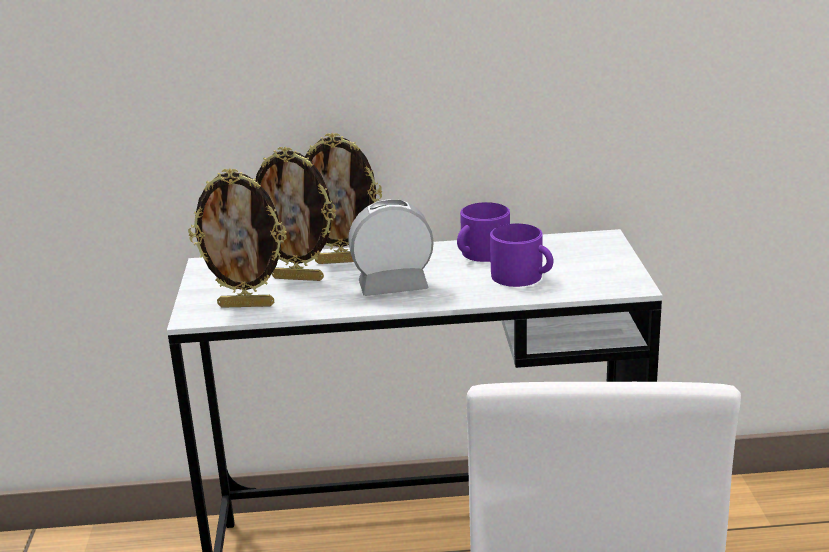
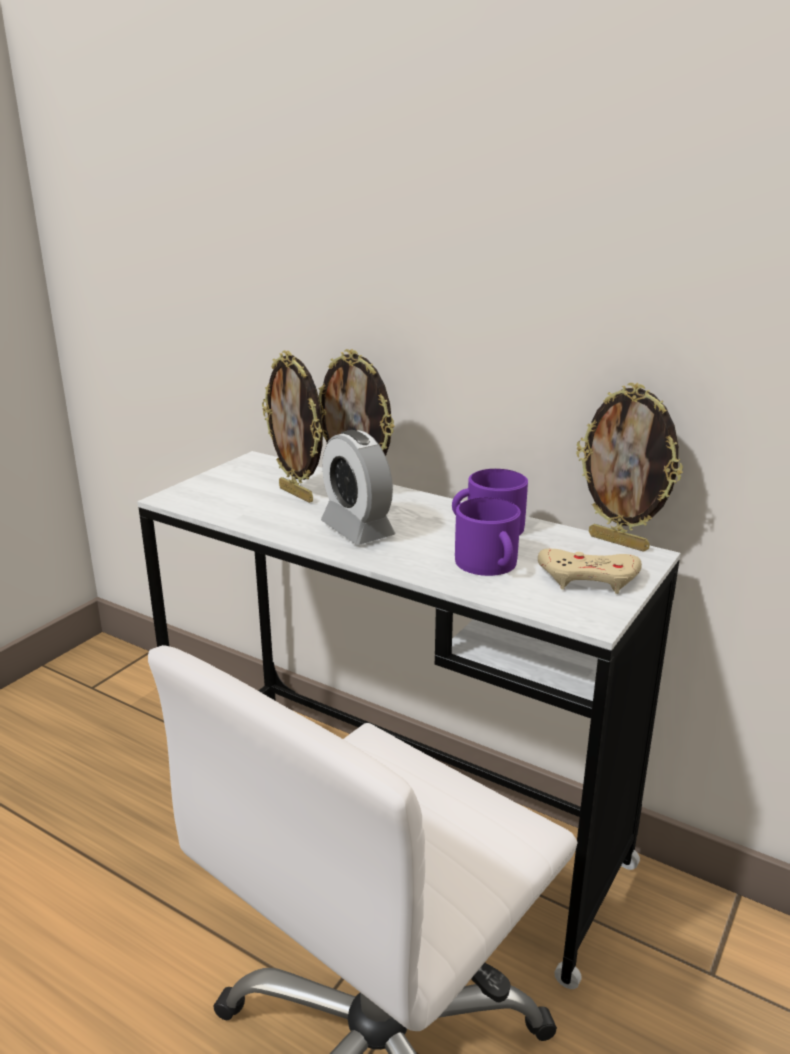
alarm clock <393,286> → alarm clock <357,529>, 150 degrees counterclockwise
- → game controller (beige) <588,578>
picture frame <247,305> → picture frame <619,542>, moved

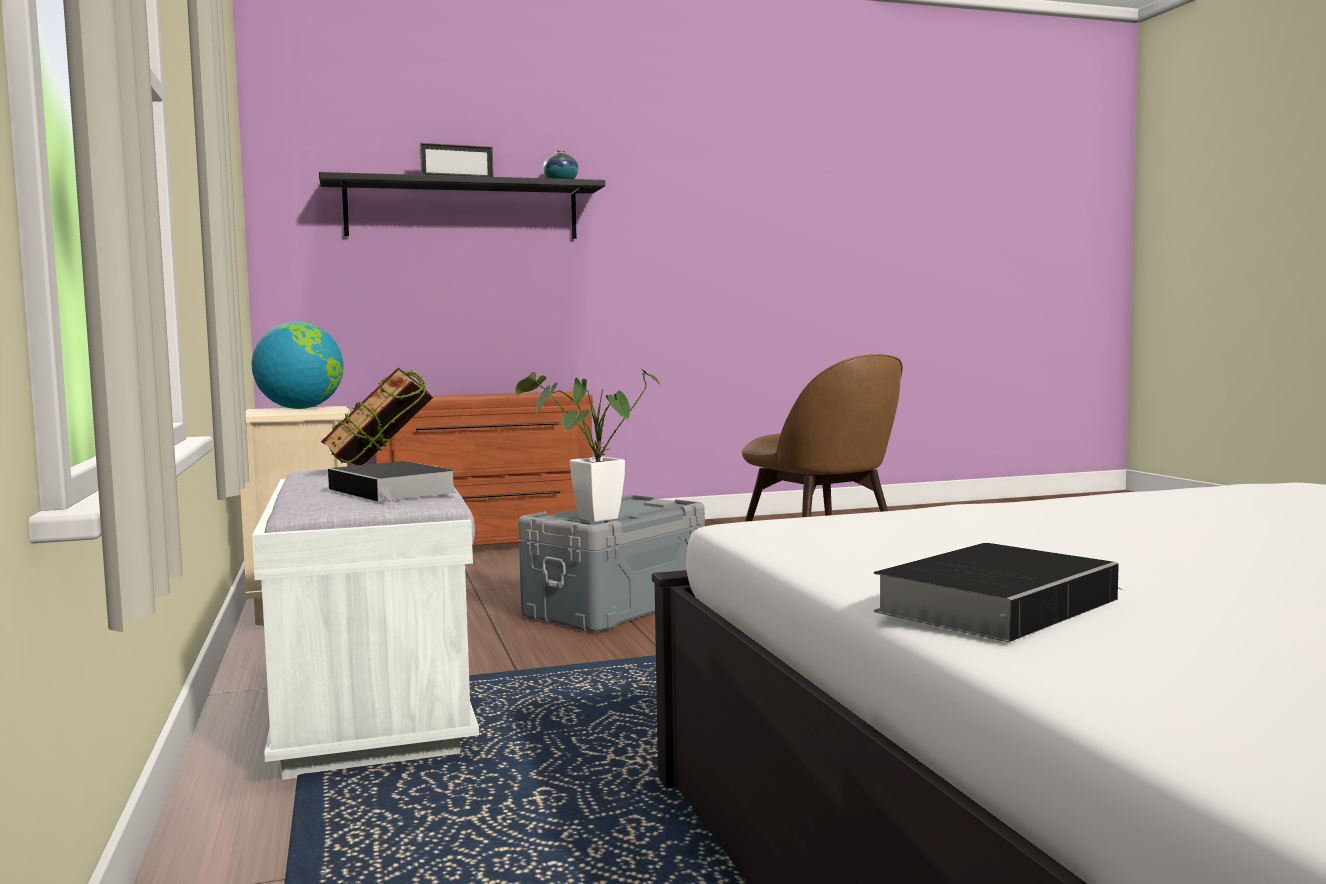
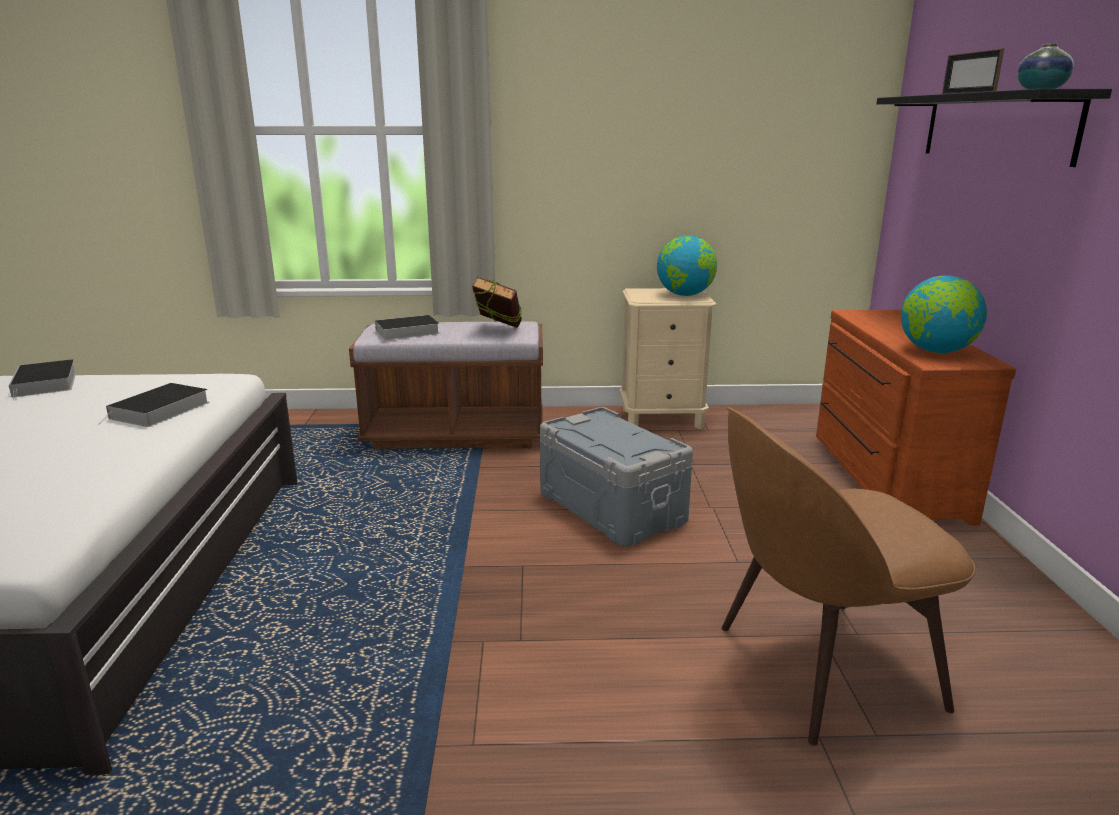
- → book <159,411>
bench (white) <371,706> → bench (brown) <456,435>
- → globe <935,351>
potted plant <590,520> → -

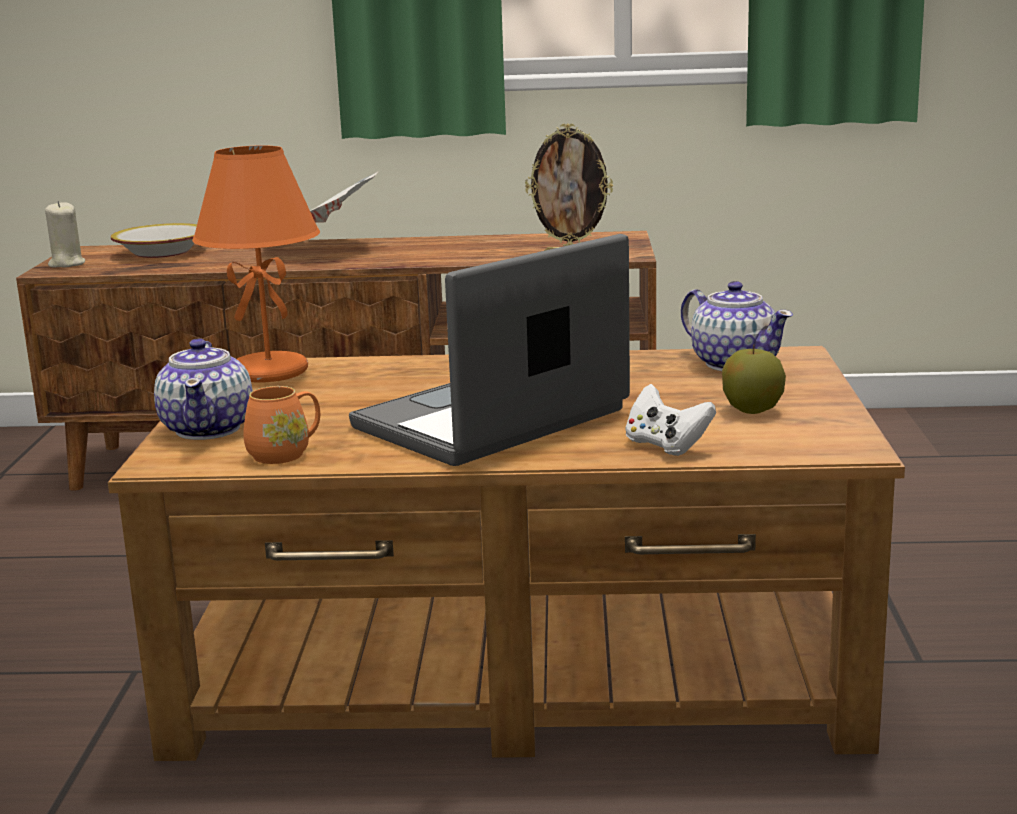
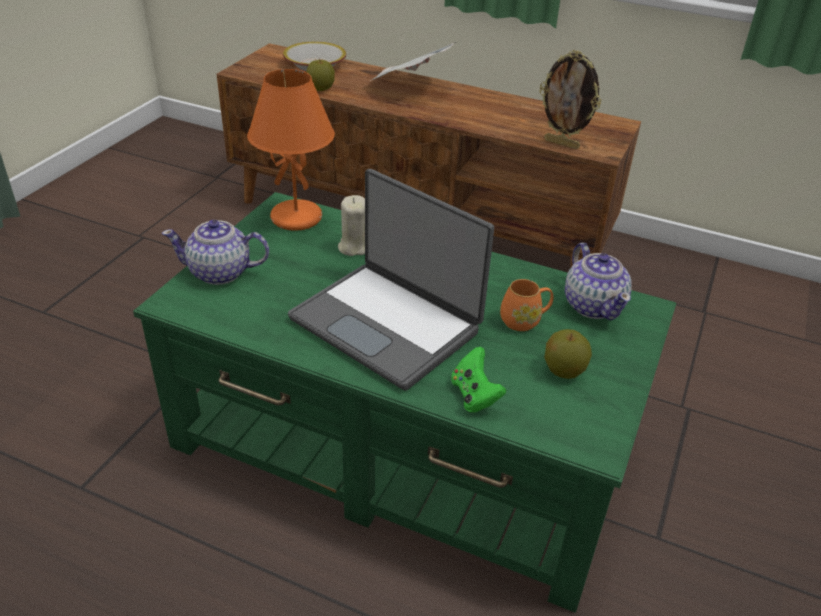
coffee table (brown) <520,663> → coffee table (green) <406,443>
teapot <209,429> → teapot <220,273>, 75 degrees clockwise
laptop <493,421> → laptop <387,323>, 120 degrees counterclockwise
- → apple <321,89>
candle (beige) <66,264> → candle (beige) <353,247>, moved
game controller (white) <666,446> → game controller (green) <474,395>
mug (orange) <286,453> → mug (orange) <524,320>, moved

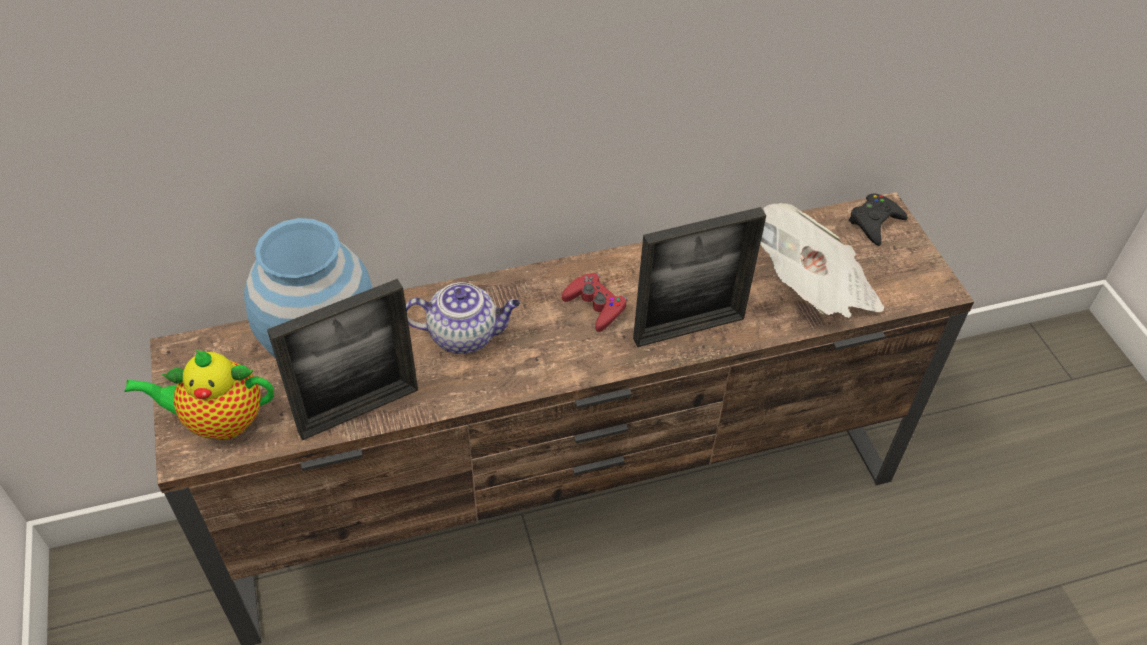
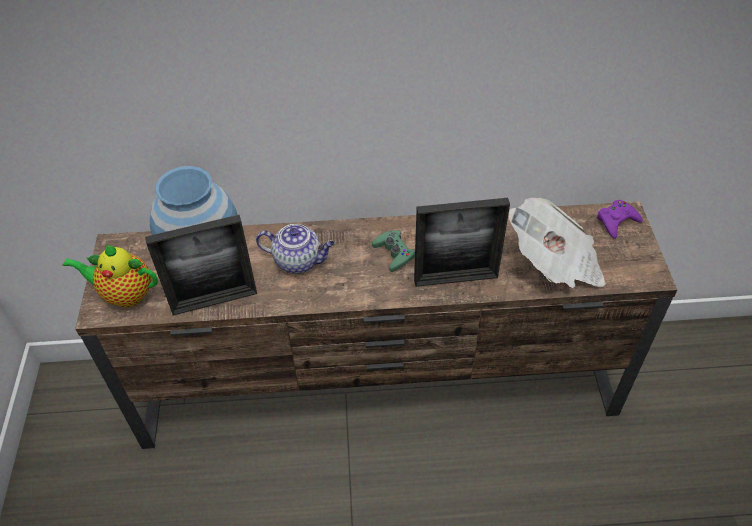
game controller (red) <595,305> → game controller (green) <394,253>
game controller (black) <875,222> → game controller (purple) <616,221>

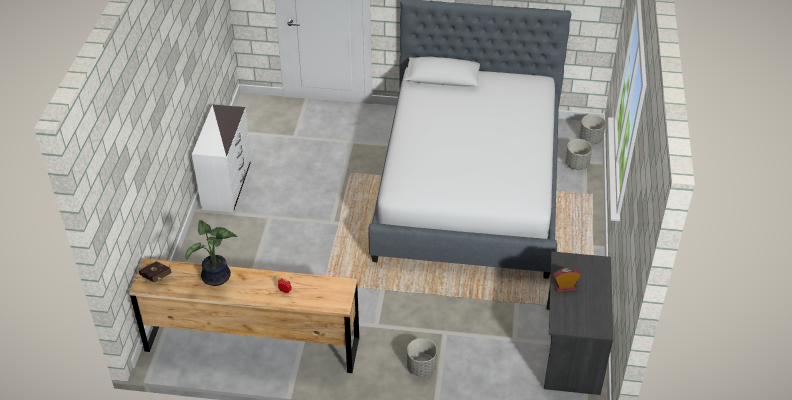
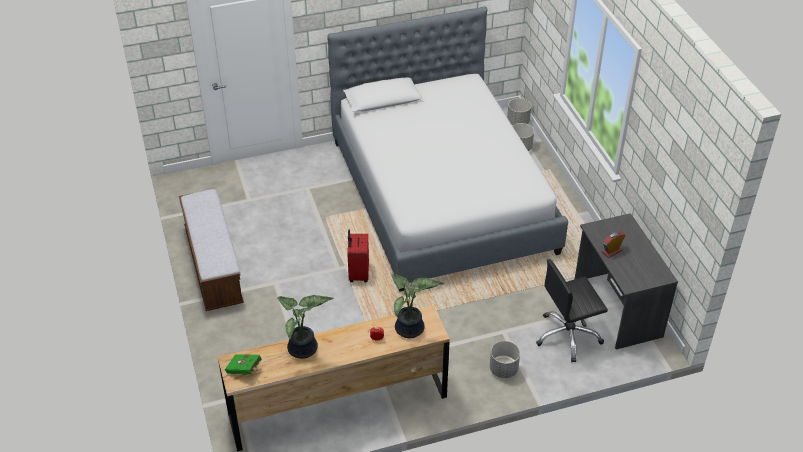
dresser (white) <228,185> → bench <213,266>
book (red) <157,278> → book (green) <245,370>
- → suitcase (red) <358,274>
- → potted plant <410,330>
- → office chair (black) <568,336>

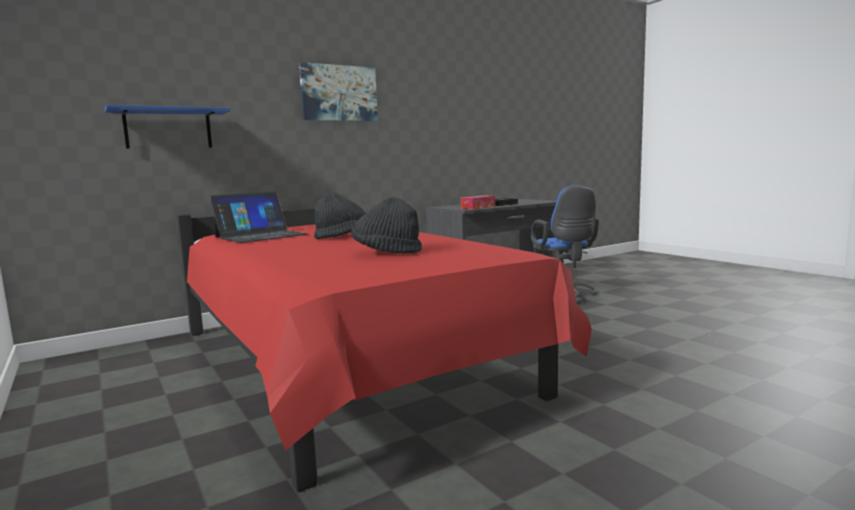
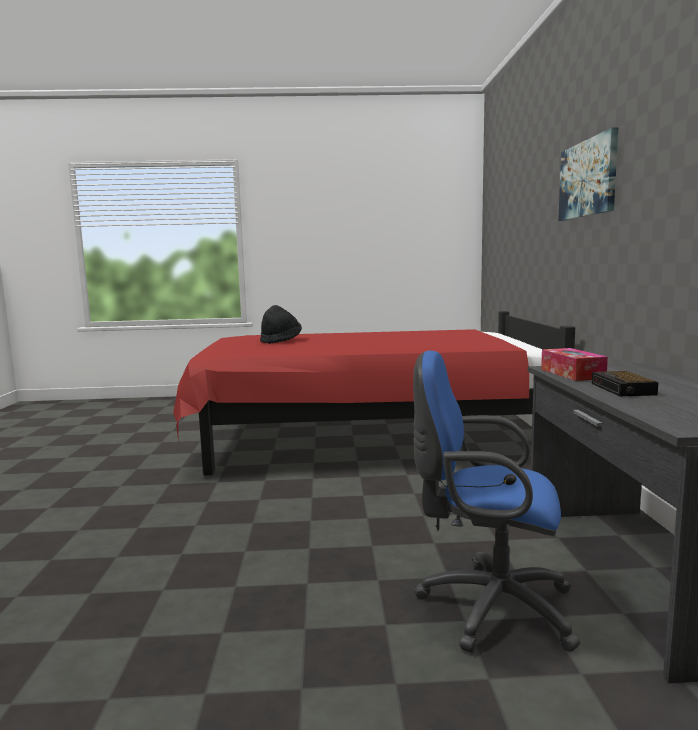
shelf (blue) <168,129> → -
laptop <261,236> → -
hat (black) <342,236> → -

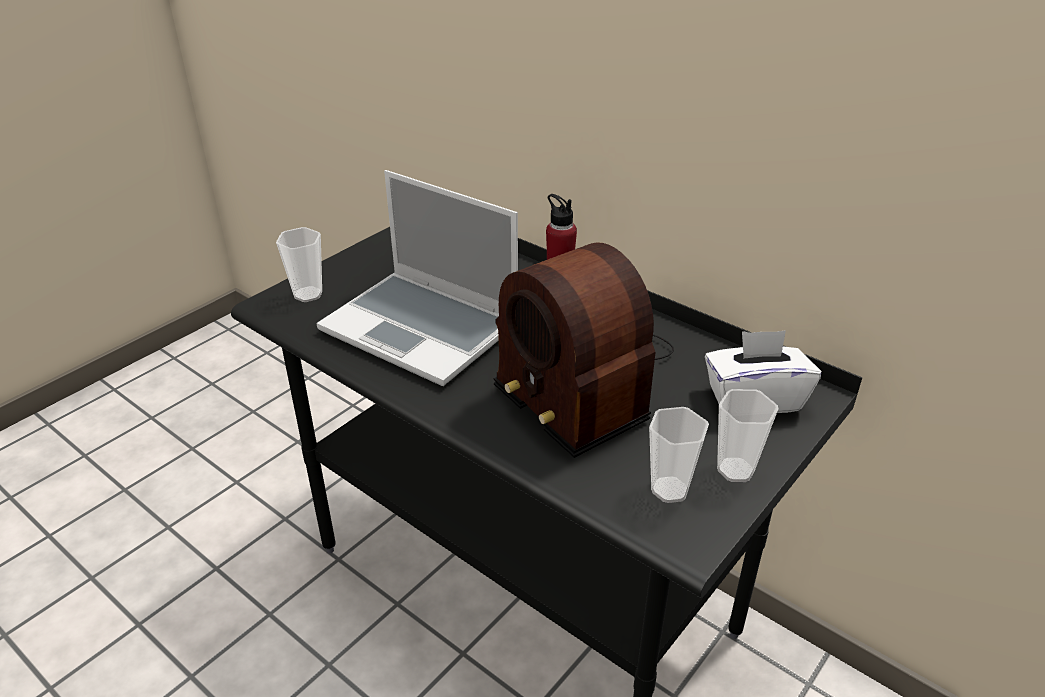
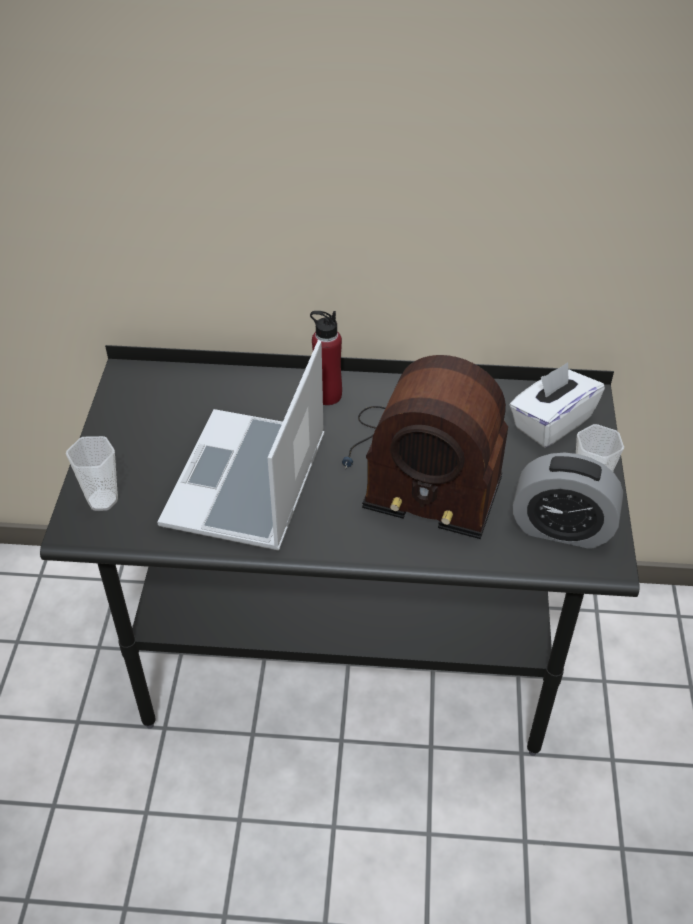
laptop <423,329> → laptop <248,484>, 105 degrees clockwise
cup <669,490> → alarm clock <561,528>

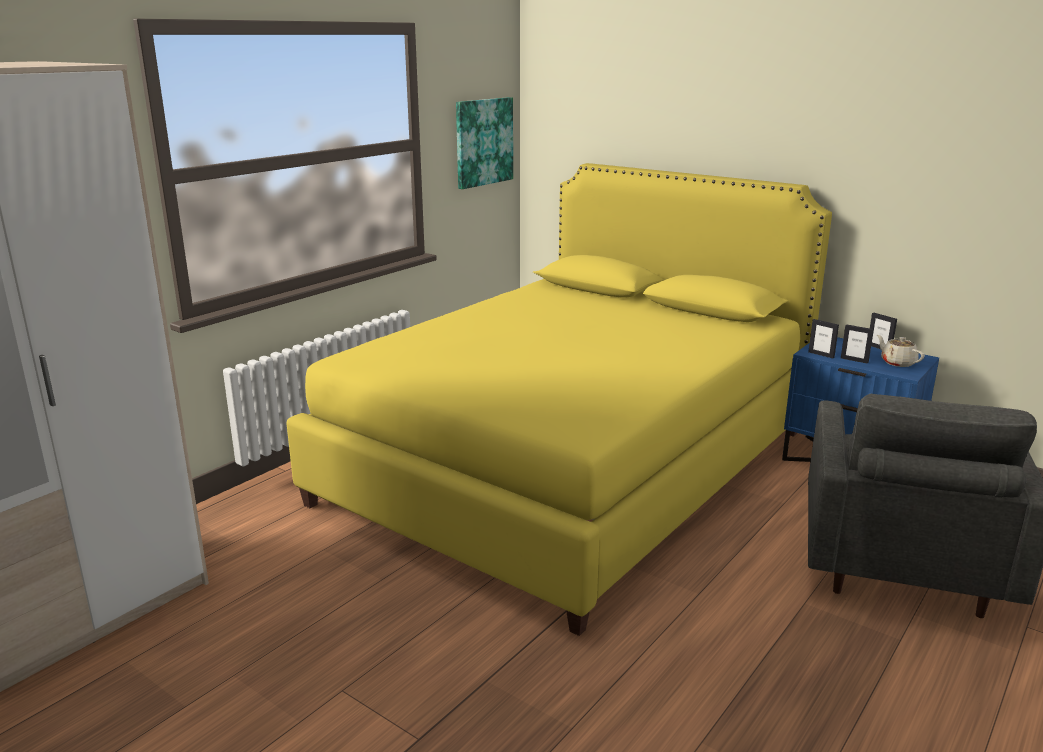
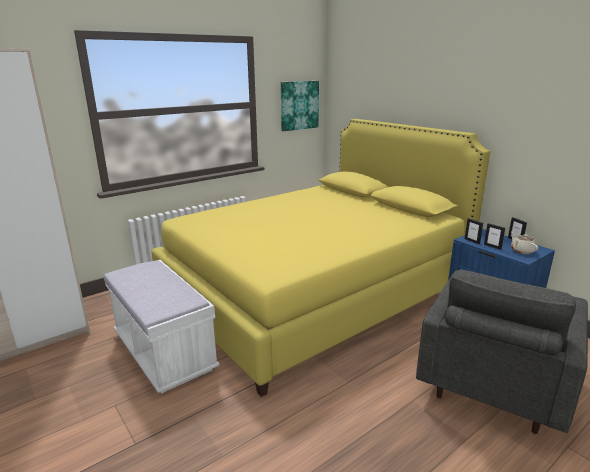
- → bench (white) <164,353>

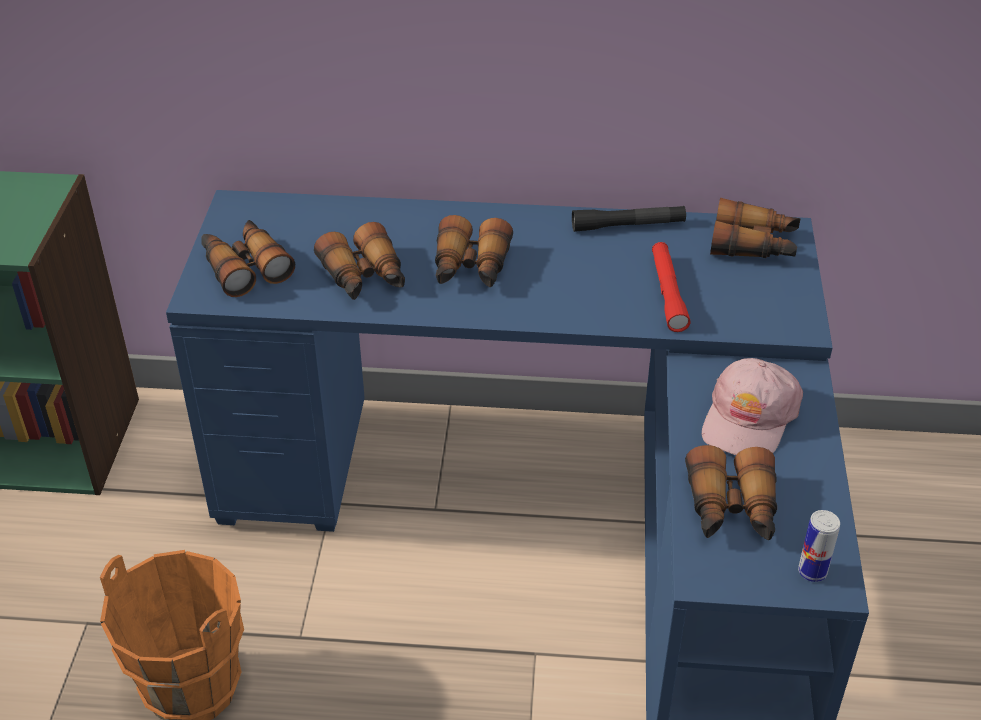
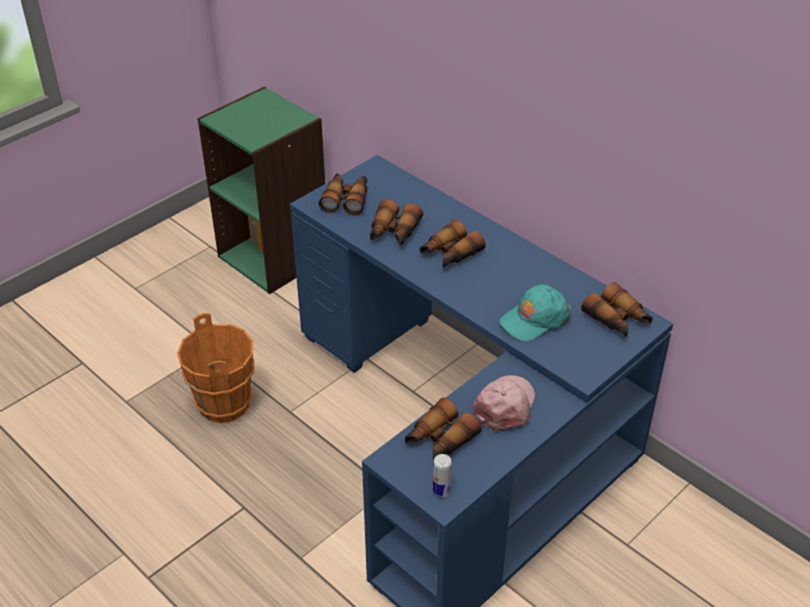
cap (pink) <749,418> → cap (pink) <505,406>, 135 degrees clockwise
flashlight (red) <668,293> → cap (turquoise) <535,319>
flashlight (black) <628,225> → -

